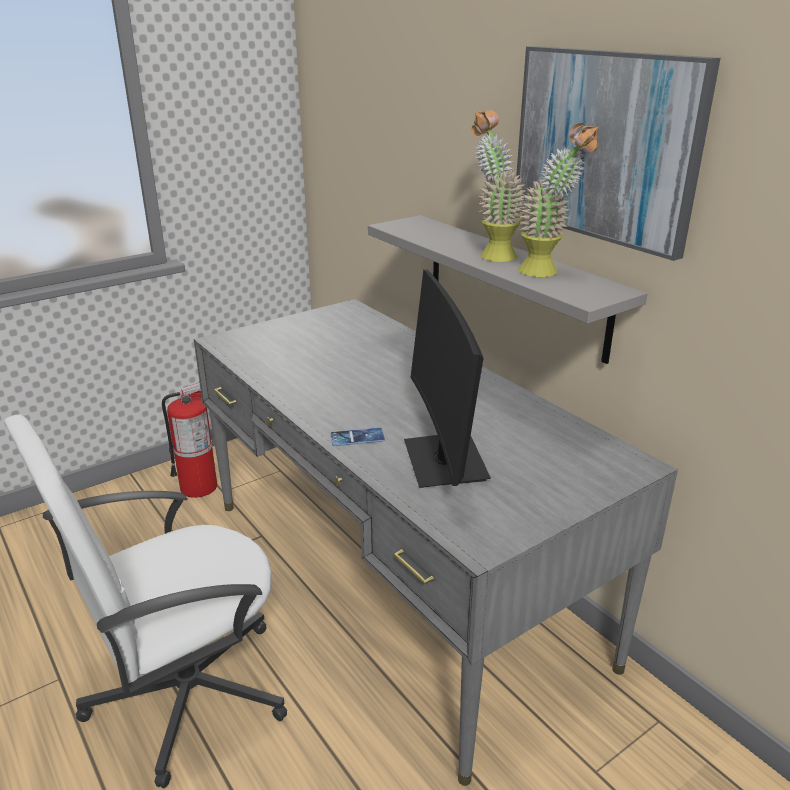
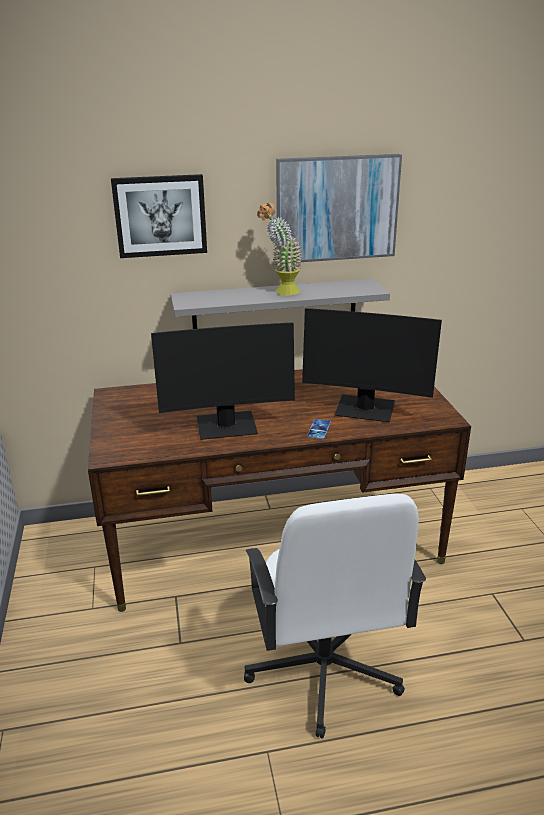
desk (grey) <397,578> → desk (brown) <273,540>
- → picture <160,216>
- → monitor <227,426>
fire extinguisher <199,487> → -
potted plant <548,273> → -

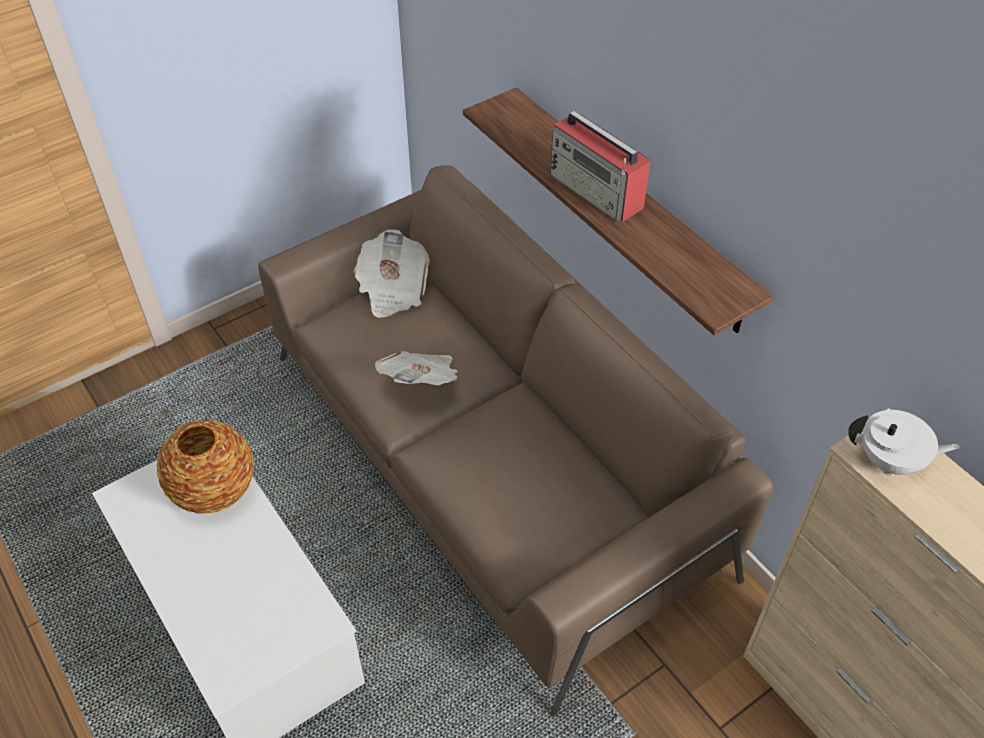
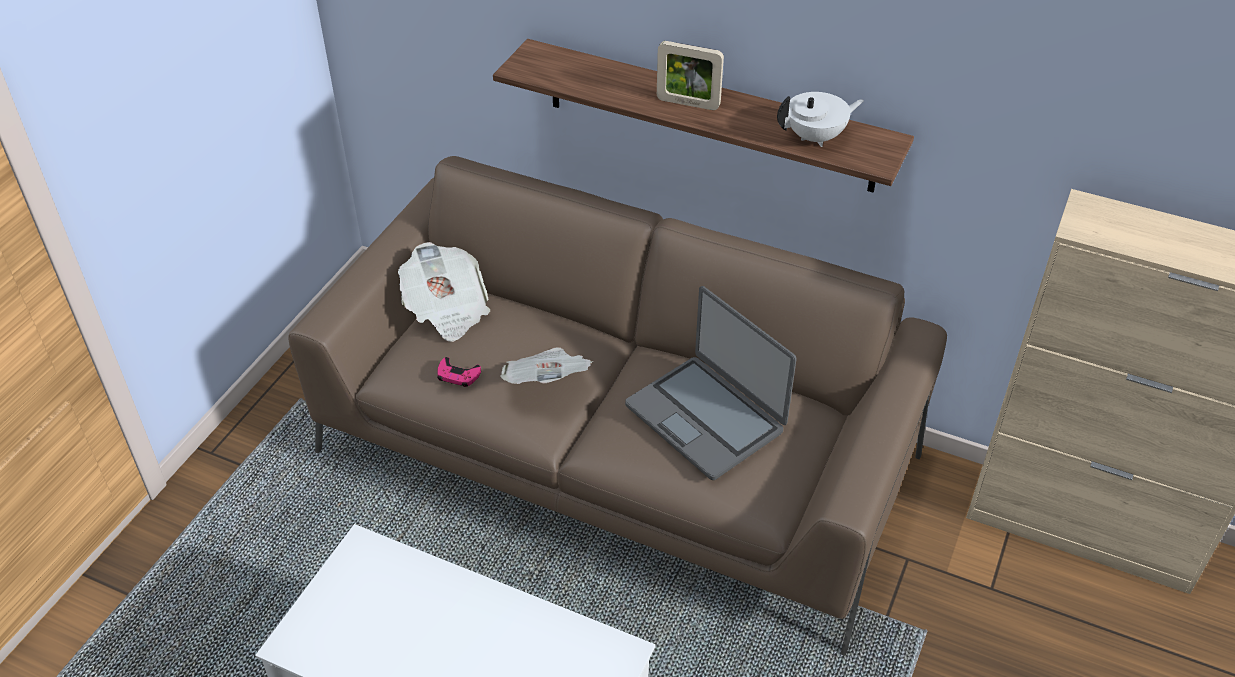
- → game controller (pink) <458,375>
- → laptop <706,417>
radio <597,191> → picture frame <688,103>
teapot (white) <890,461> → teapot (white) <816,137>, moved
vase <214,491> → -

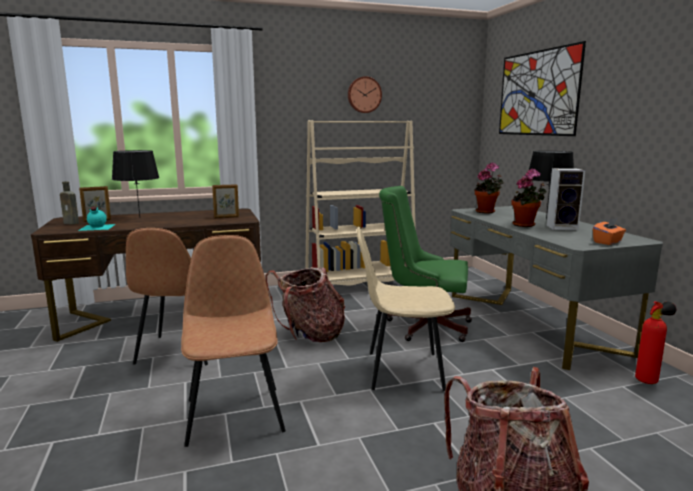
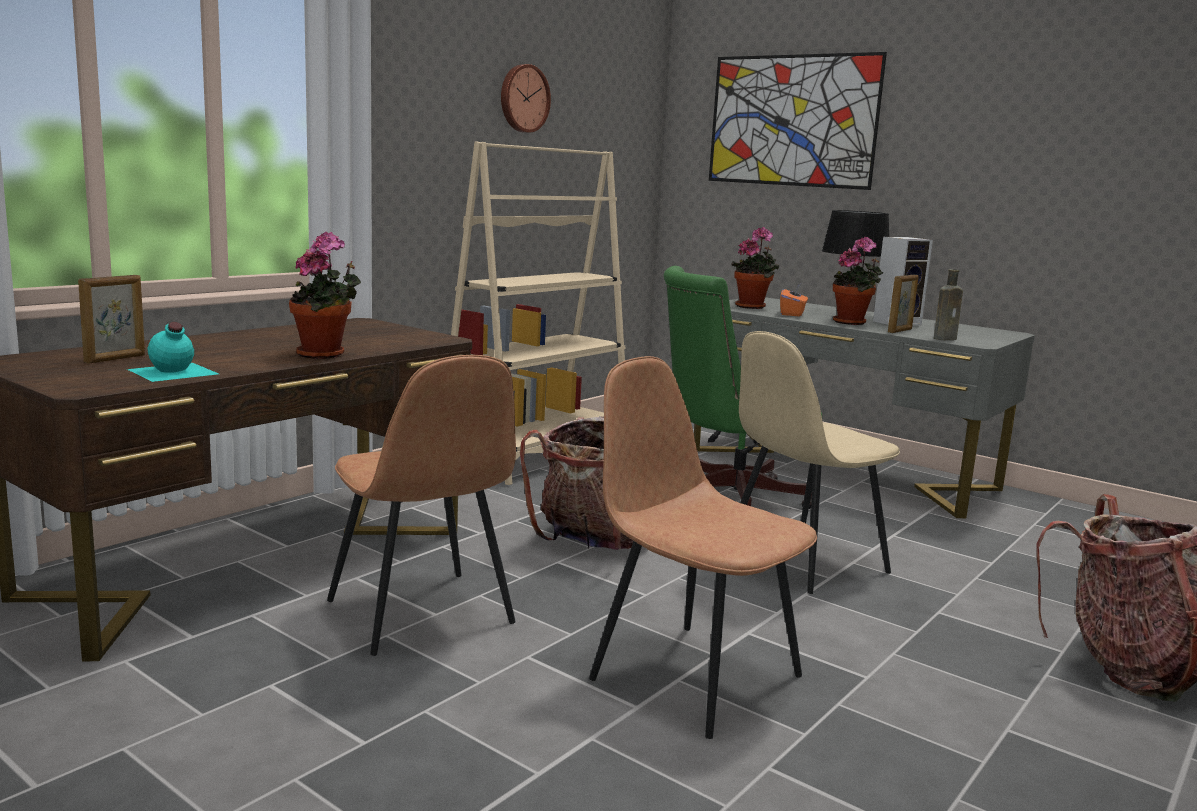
- → potted plant <325,354>
tissue box (orange) <607,242> → tissue box (orange) <792,314>, moved
picture frame <226,217> → picture frame <900,331>, moved
bottle (brown) <72,223> → bottle (brown) <946,338>, moved
table lamp (black) <139,218> → -
fire extinguisher <648,380> → -

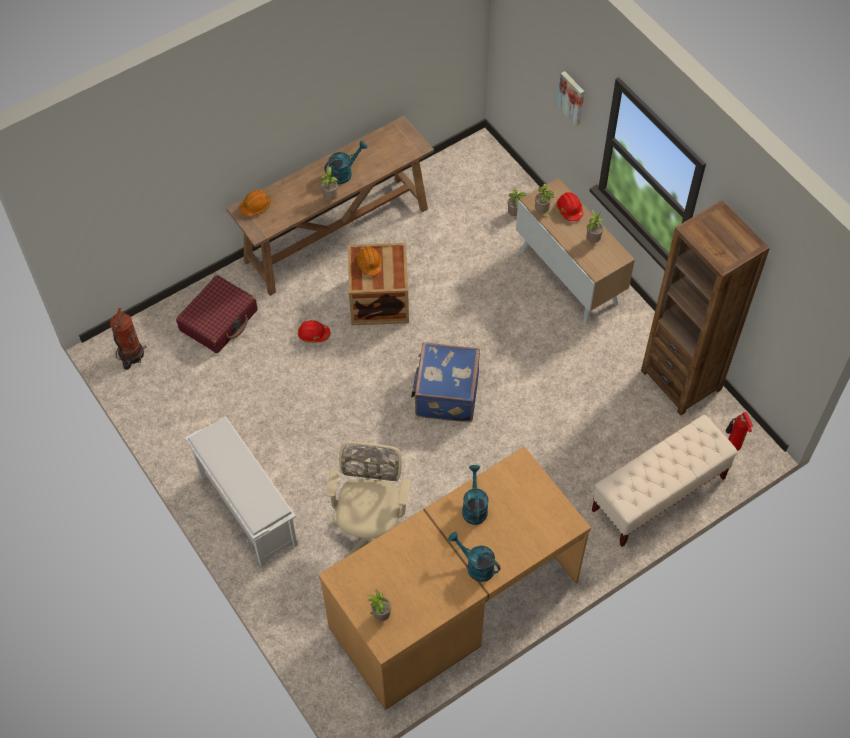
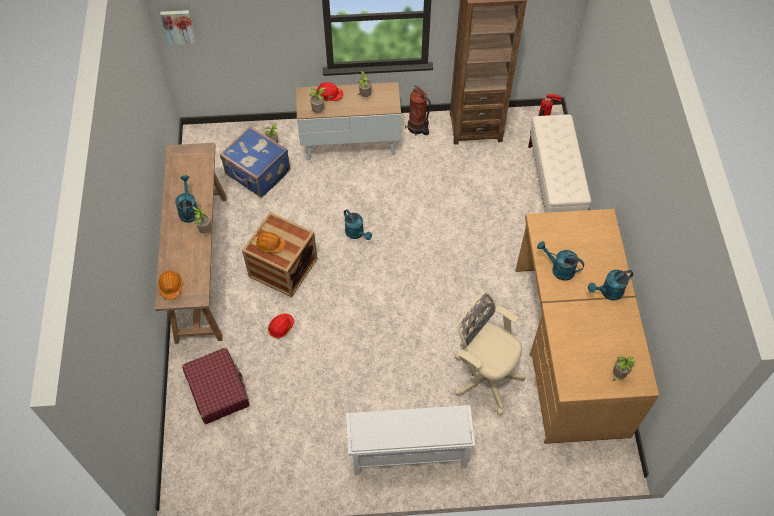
picture <572,97> → picture <178,26>, moved
suitcase (blue) <445,394> → suitcase (blue) <257,174>, moved
- → watering can (turquoise) <356,233>
fire extinguisher <130,355> → fire extinguisher <417,128>, moved

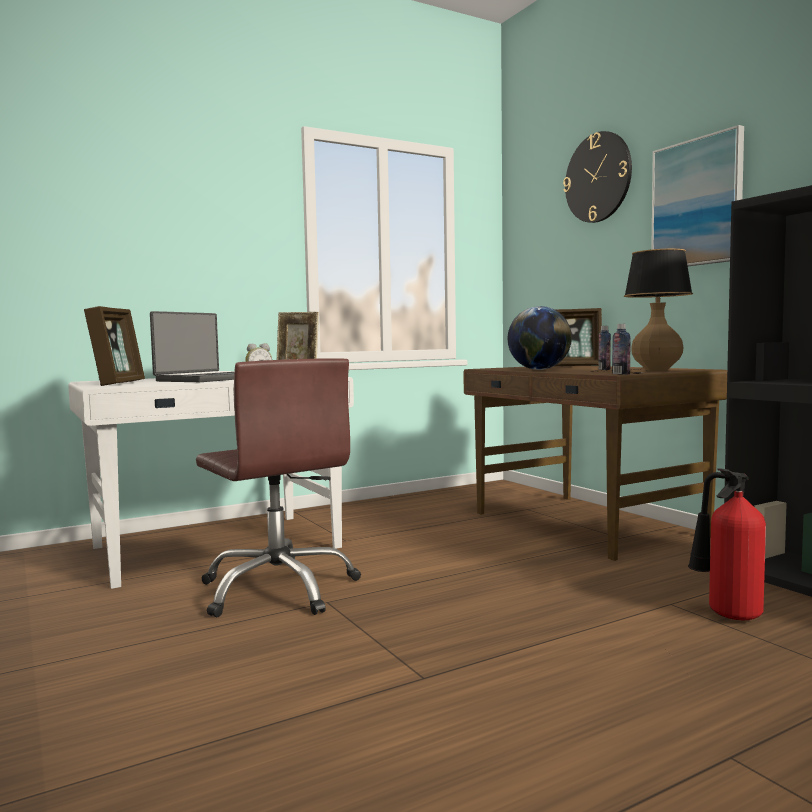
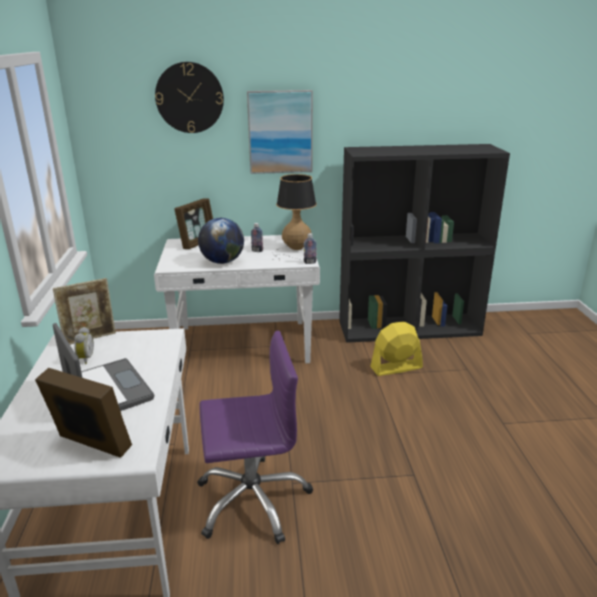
desk (brown) <585,524> → desk (white) <244,345>
office chair (brown) <279,589> → office chair (purple) <252,500>
fire extinguisher <726,615> → fan (yellow) <396,367>

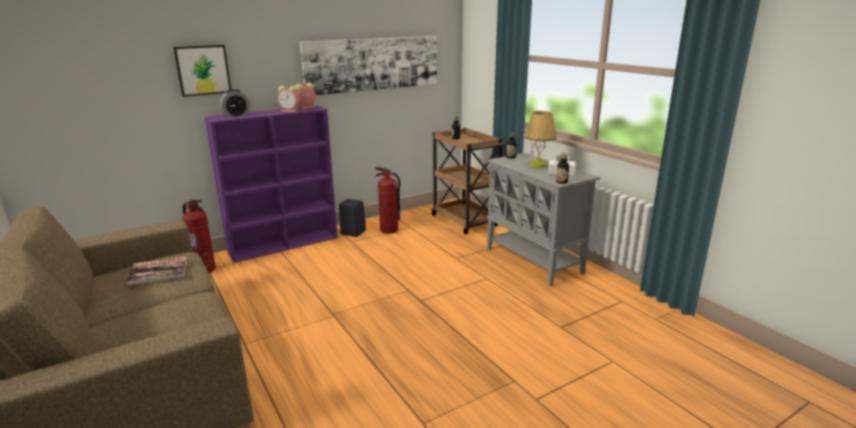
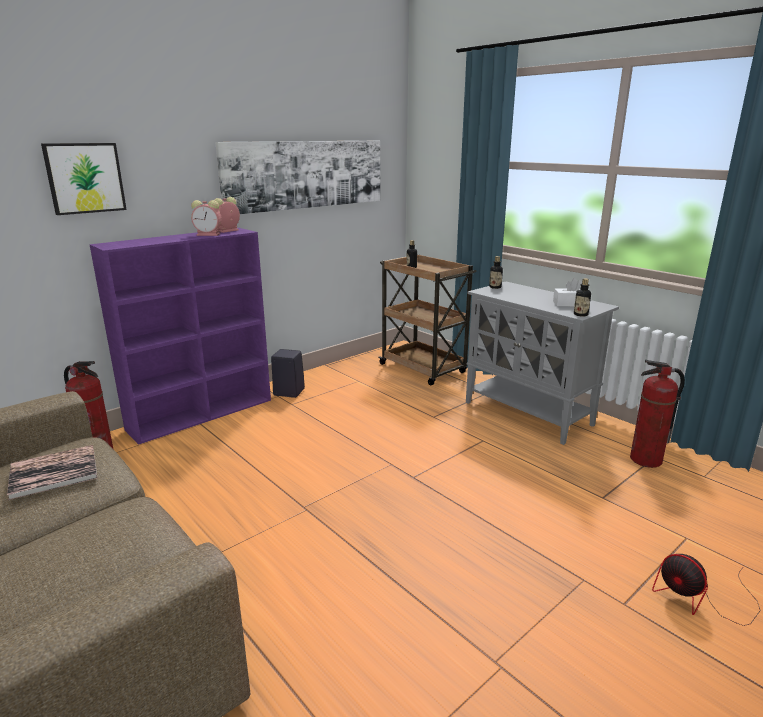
fire extinguisher <389,230> → fire extinguisher <646,460>, moved
- → fan <700,599>
alarm clock <236,115> → -
table lamp <538,165> → -

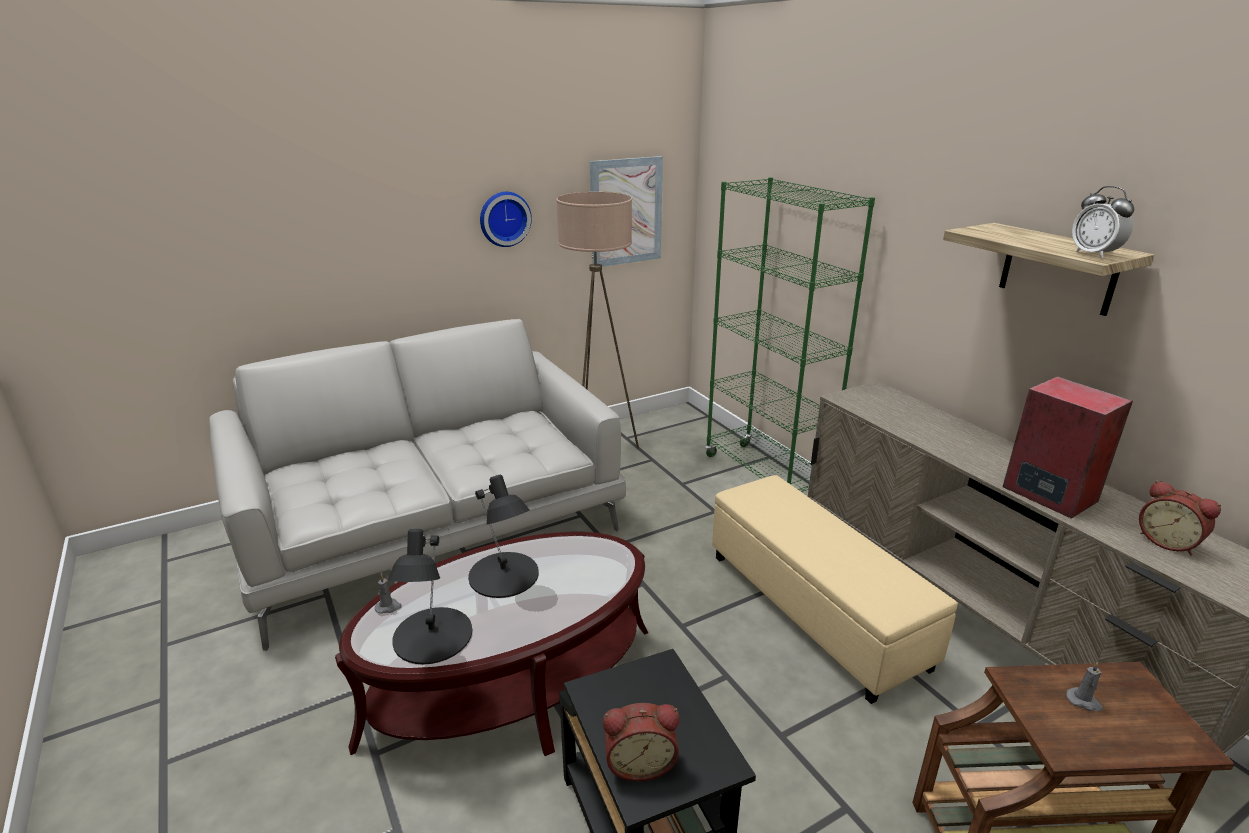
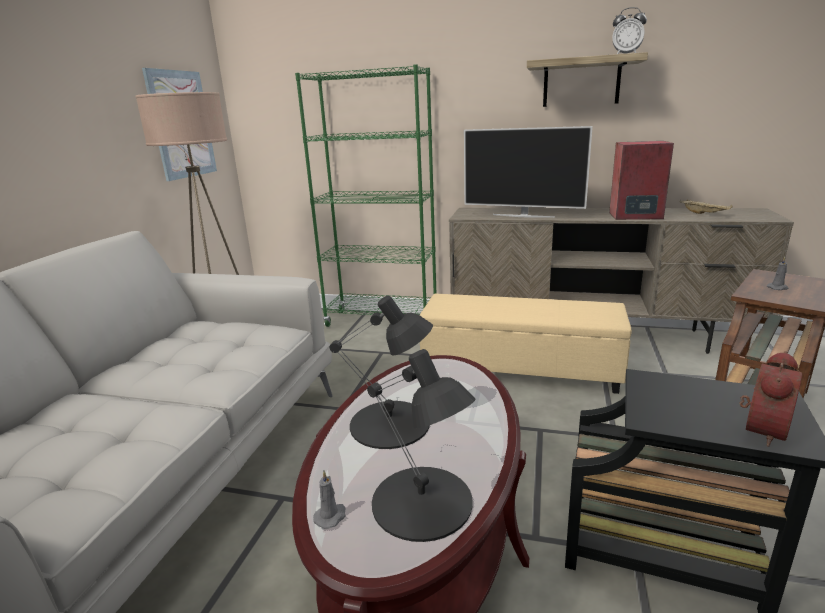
- → television <523,216>
alarm clock <1168,542> → tray (beige) <704,214>
wall clock <504,218> → -

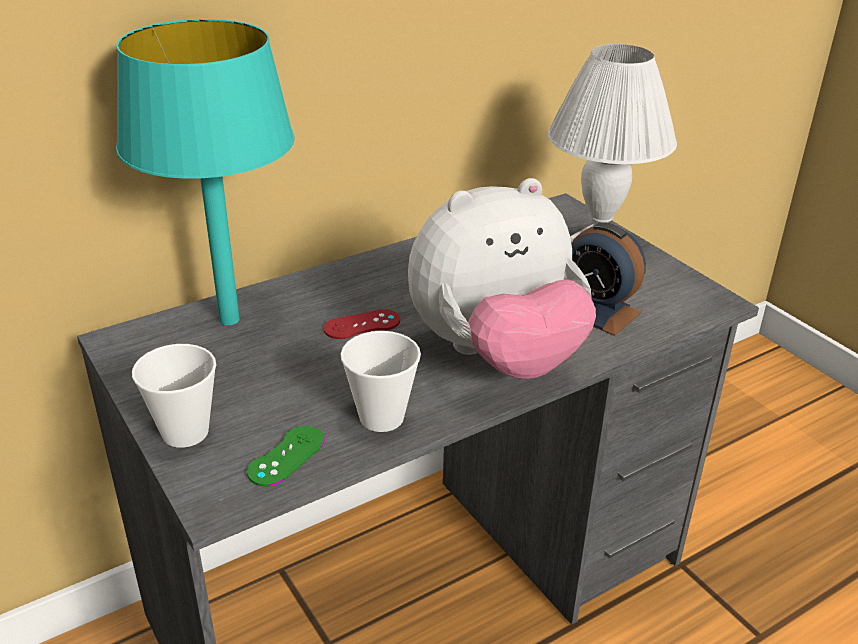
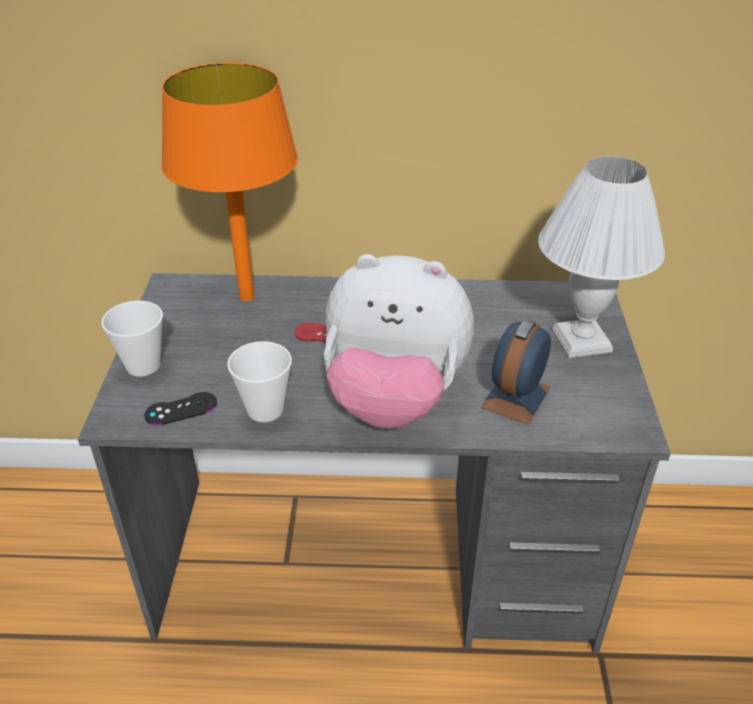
game controller (green) <286,456> → game controller (black) <181,409>
table lamp (turquoise) <230,319> → table lamp (orange) <247,297>
alarm clock <598,311> → alarm clock <516,397>, 45 degrees clockwise

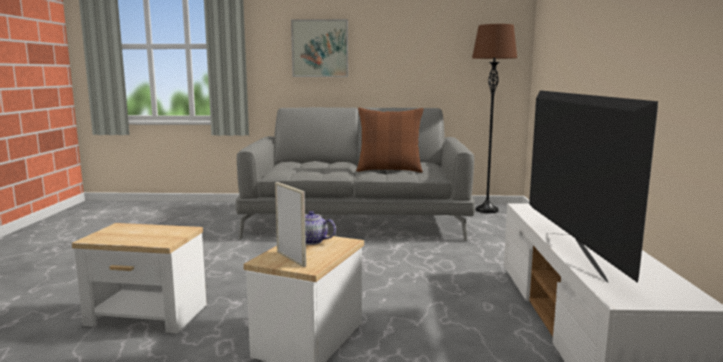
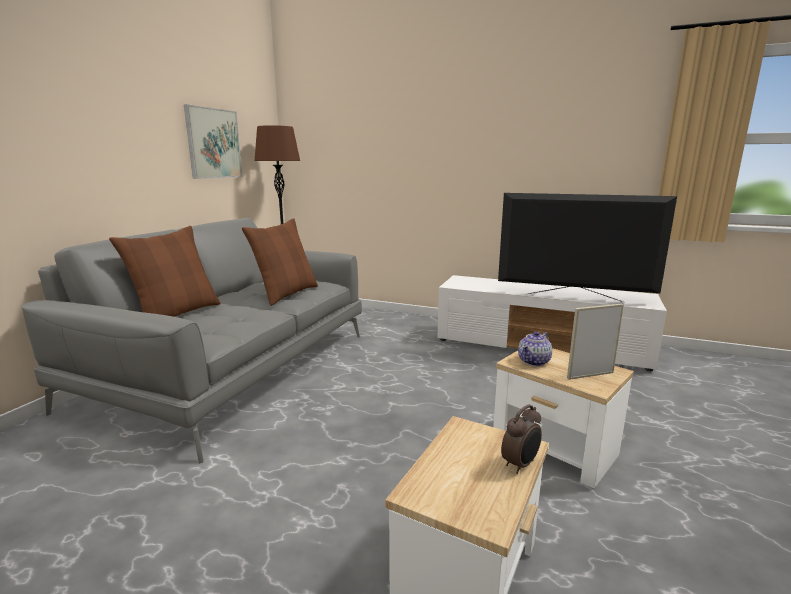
- → pillow (brown) <177,314>
picture <320,48> → picture <214,143>, moved
- → alarm clock <520,464>

